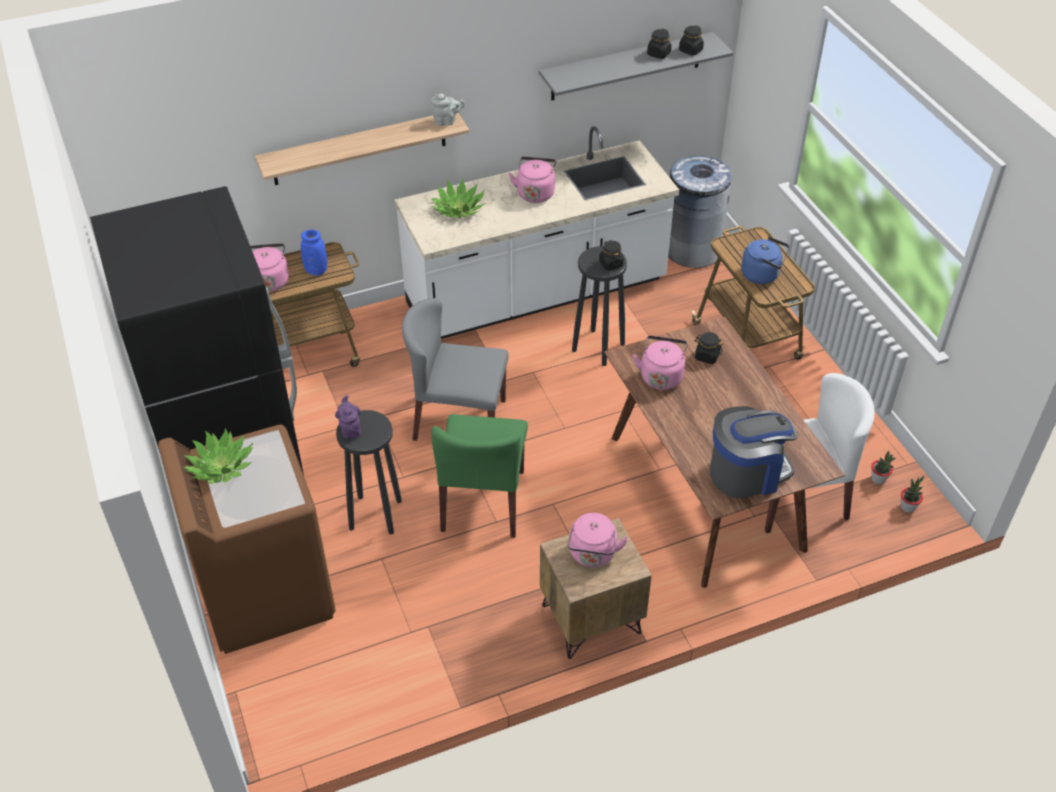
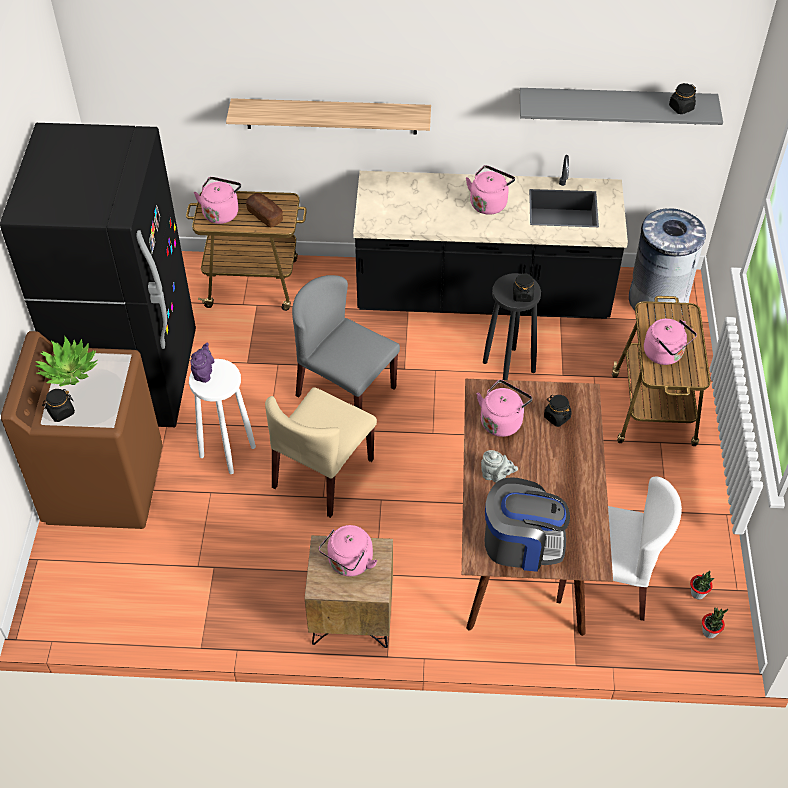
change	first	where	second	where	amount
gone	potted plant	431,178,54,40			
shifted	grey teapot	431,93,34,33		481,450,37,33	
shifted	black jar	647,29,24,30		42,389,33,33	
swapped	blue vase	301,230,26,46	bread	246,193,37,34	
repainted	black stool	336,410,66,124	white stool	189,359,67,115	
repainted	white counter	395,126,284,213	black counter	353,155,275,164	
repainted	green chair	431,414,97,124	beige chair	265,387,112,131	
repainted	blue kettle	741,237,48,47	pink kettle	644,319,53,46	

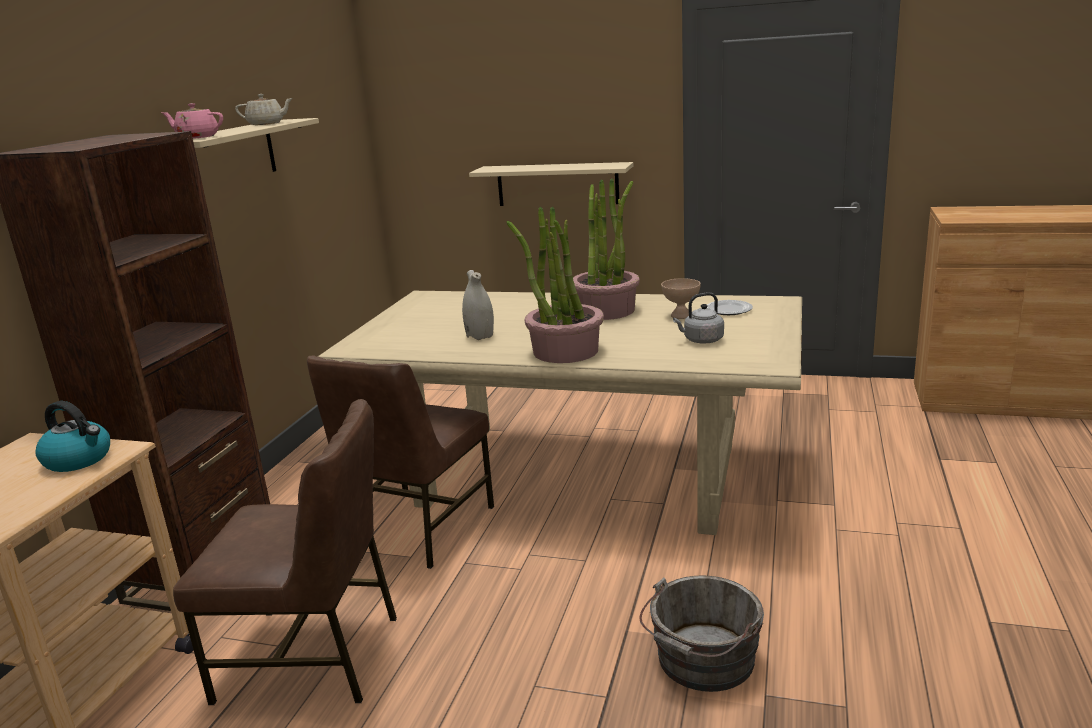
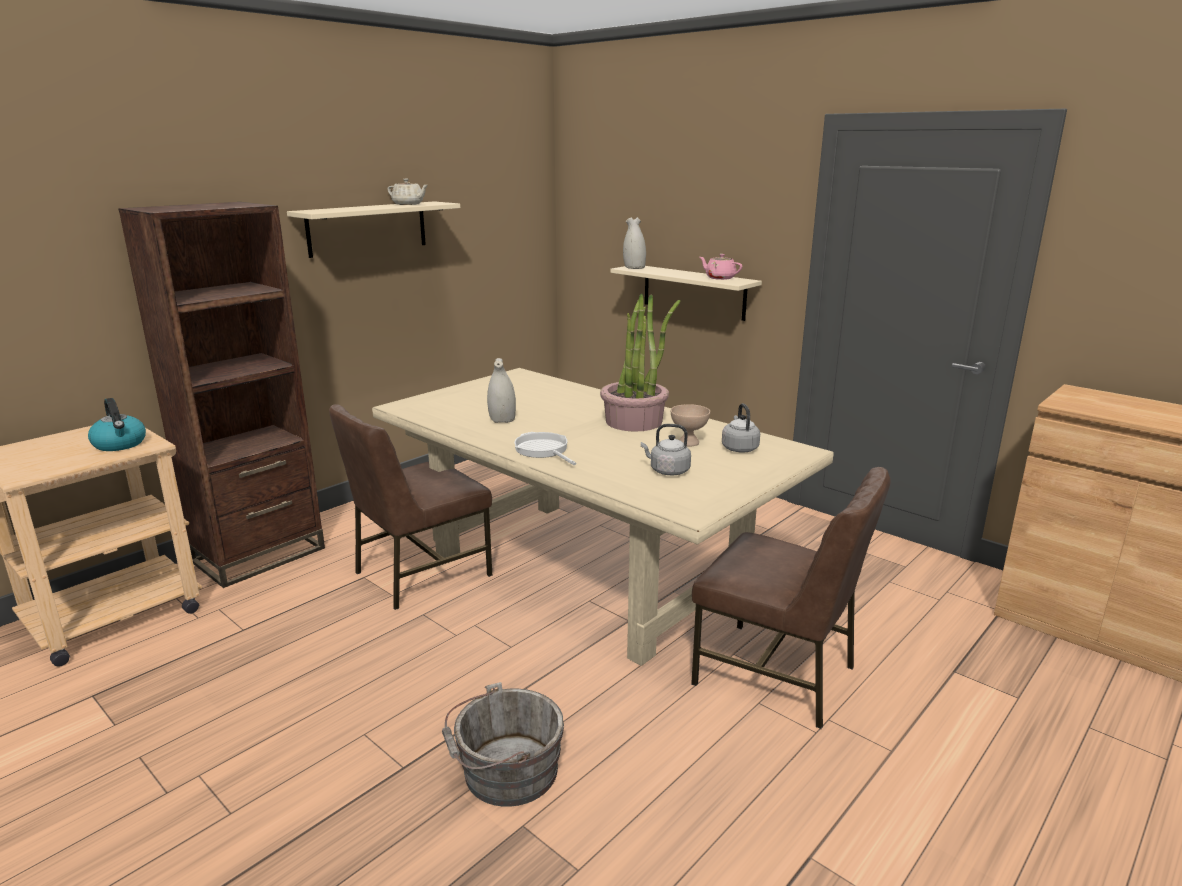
change	first	where	second	where	amount
new			white vase	623,217,23,52	
shifted	pink teapot	162,103,61,36		700,254,42,26	
shifted	brown chair	173,399,224,306		691,467,200,262	
swapped	potted plant	506,207,98,156	frying pan	514,432,63,33	
swapped	plate	707,300,46,15	grey kettle	722,403,38,49	

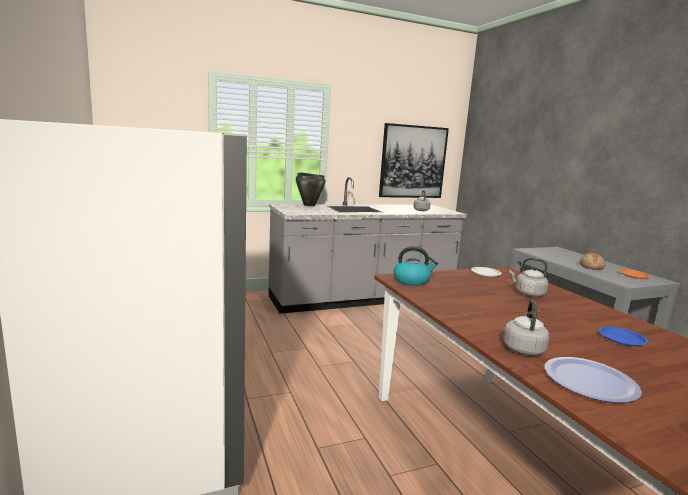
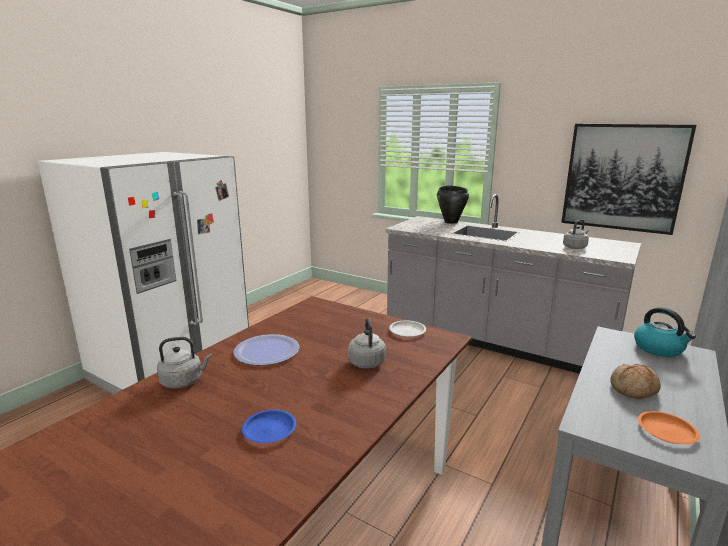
change	first	where	second	where	amount
shifted	kettle	394,246,44,40		634,307,62,50	
shifted	plate	545,357,97,46		233,334,66,32	

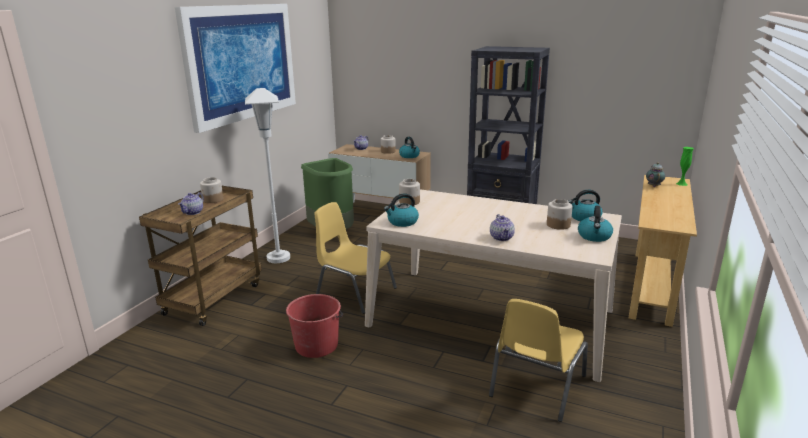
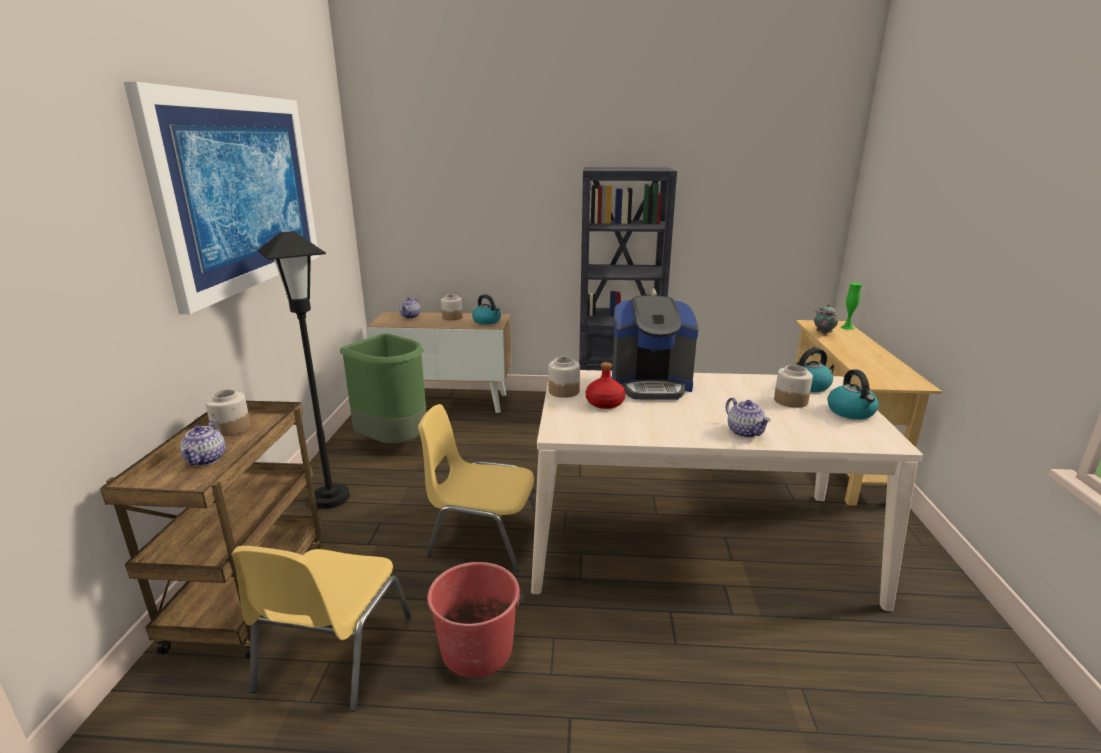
change	first	where	second	where	amount
gone	kettle	384,193,35,34			
new			red bottle	586,362,39,47	
new			coffee machine	612,295,86,105	
shifted	yellow chair	489,299,99,123		232,546,179,165	
repainted	white floor lamp	245,88,45,175	black floor lamp	258,231,92,278	

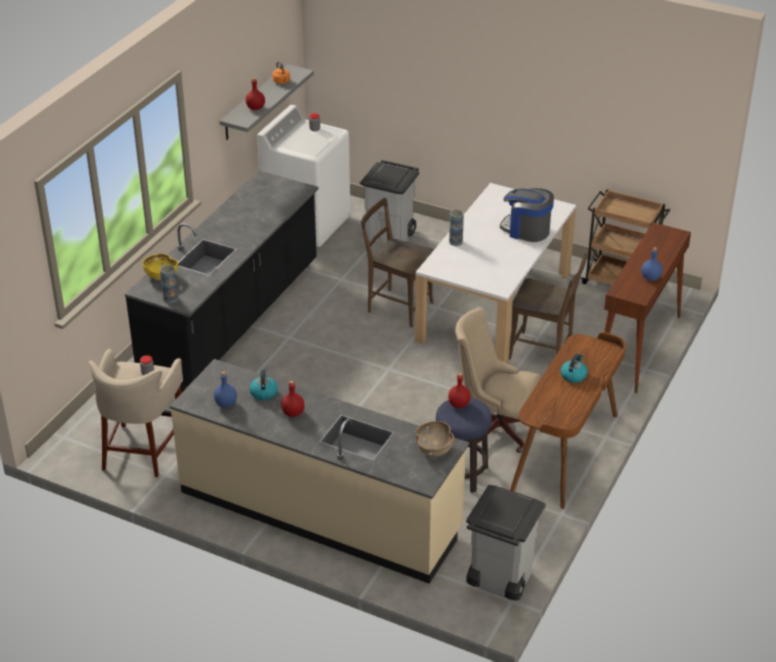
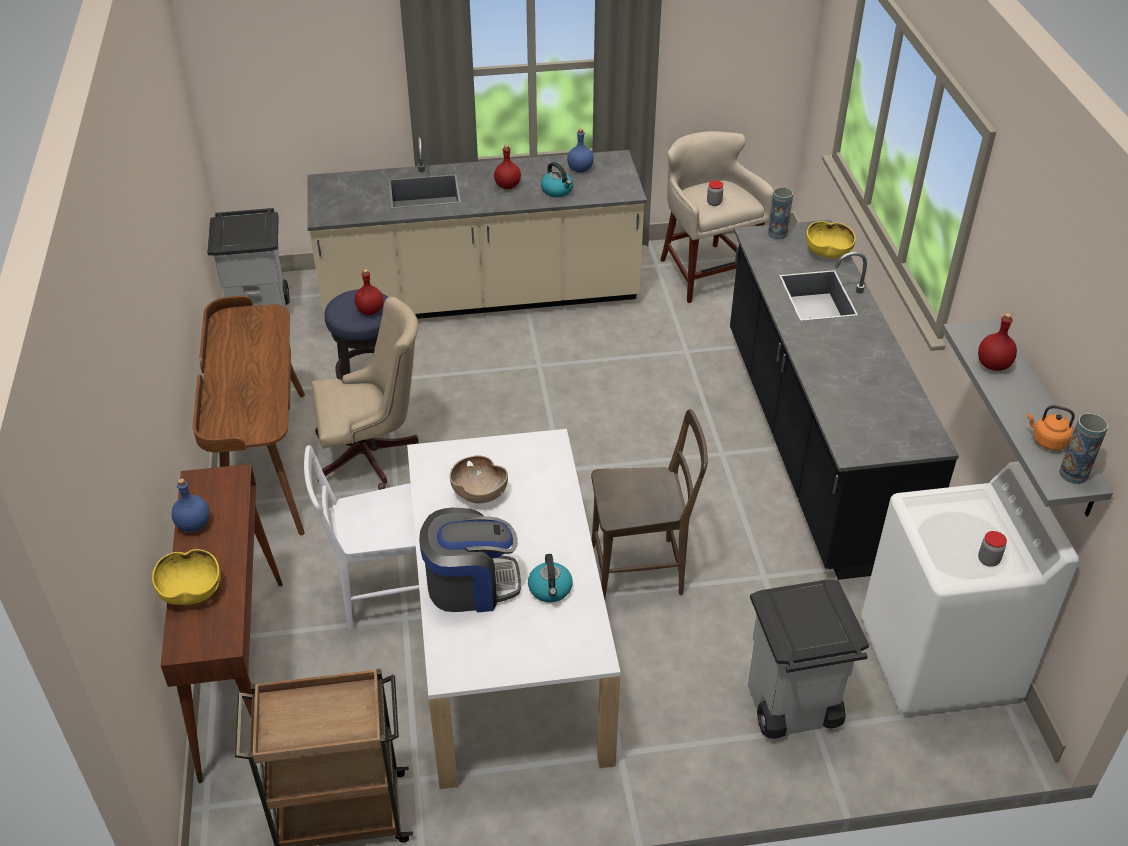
change	first	where	second	where	amount
new			yellow bowl	152,549,69,56	
shifted	brown bowl	415,421,39,35		450,455,58,48	
shifted	vase	449,210,15,36		1059,413,49,71	
shifted	kettle	561,354,27,29		528,554,45,48	
repainted	brown chair	509,253,78,107	white chair	304,445,115,186	

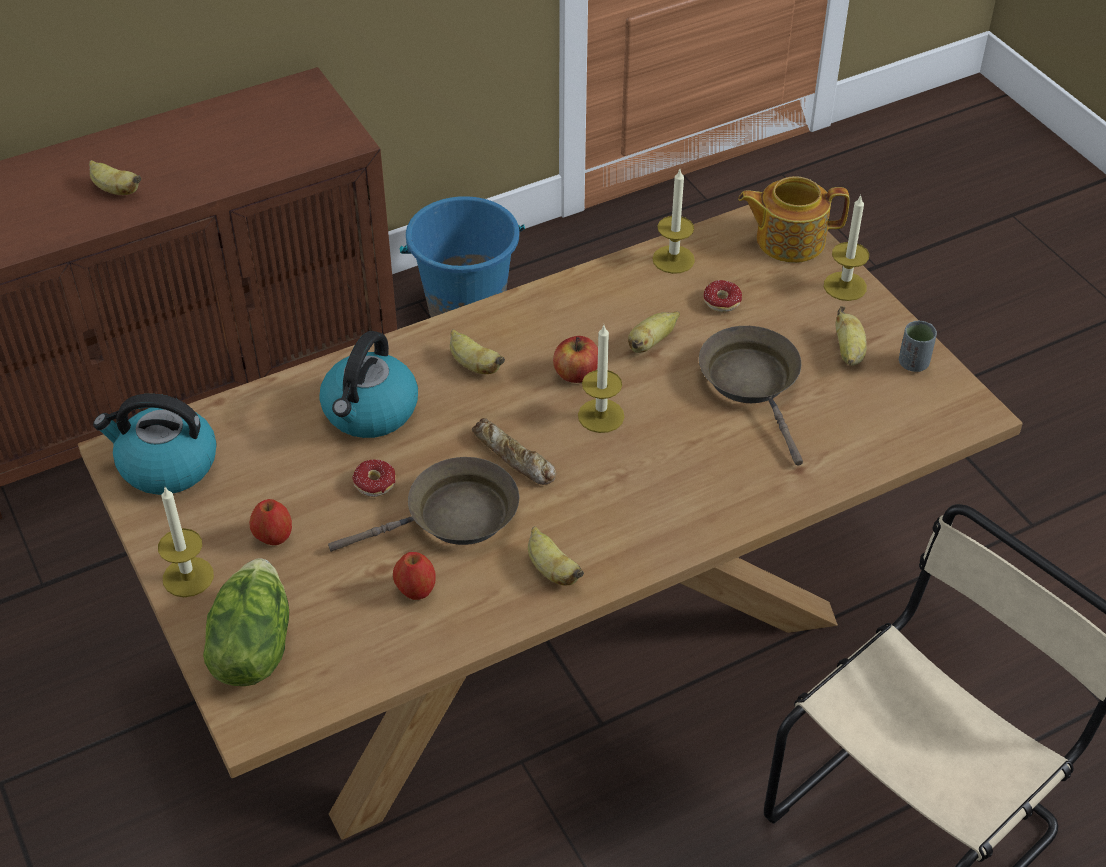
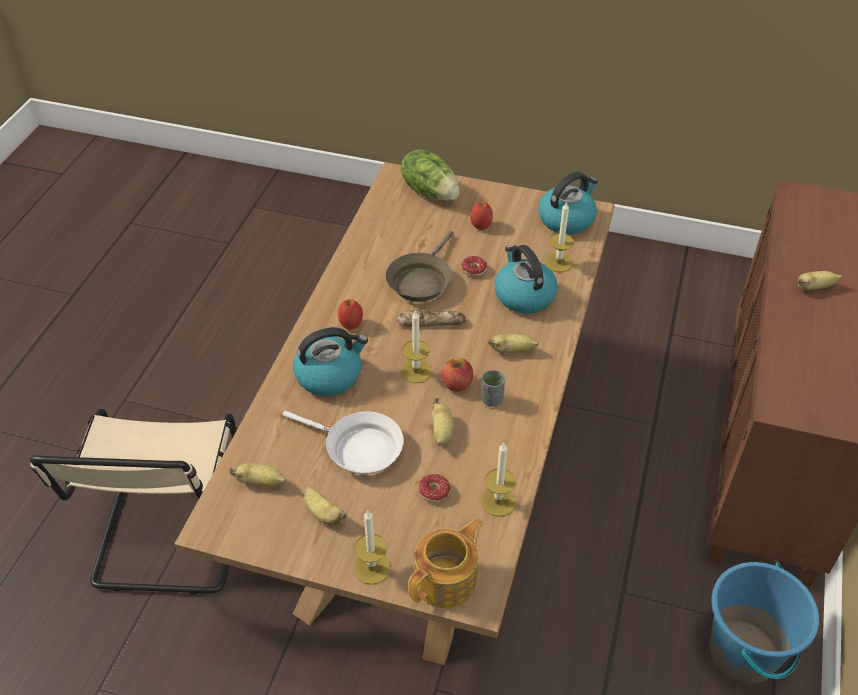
change	first	where	second	where	amount
new			kettle	293,327,75,69	
shifted	candle	158,487,56,110		544,201,30,71	
shifted	apple	393,552,43,48		338,299,25,30	
shifted	banana	528,526,56,60		230,463,56,24	
shifted	grey cup	899,321,38,51		481,370,24,37	
repainted	brown frying pan	699,326,104,140	white frying pan	283,411,121,64	

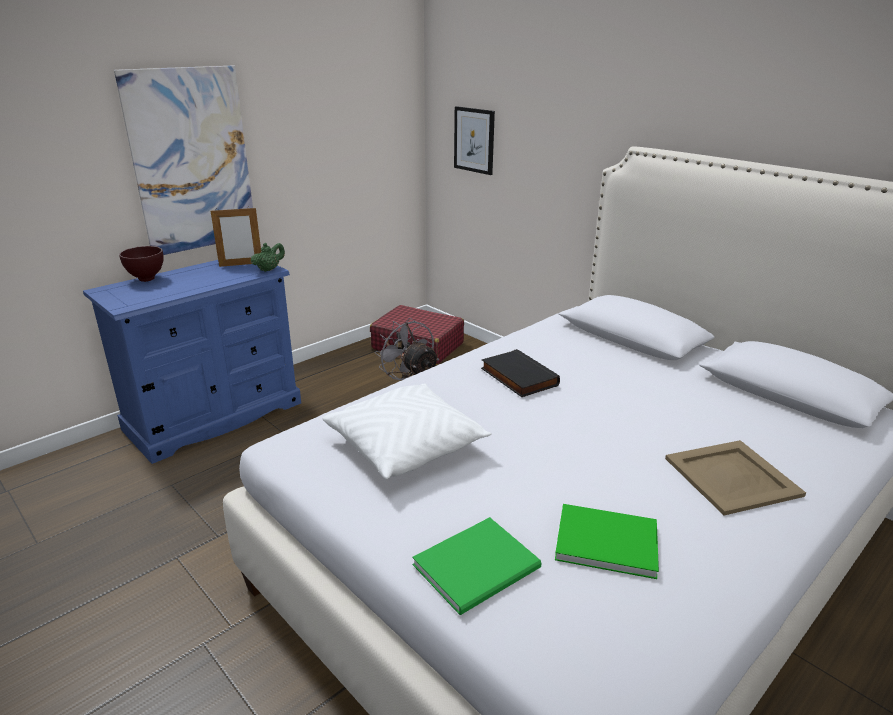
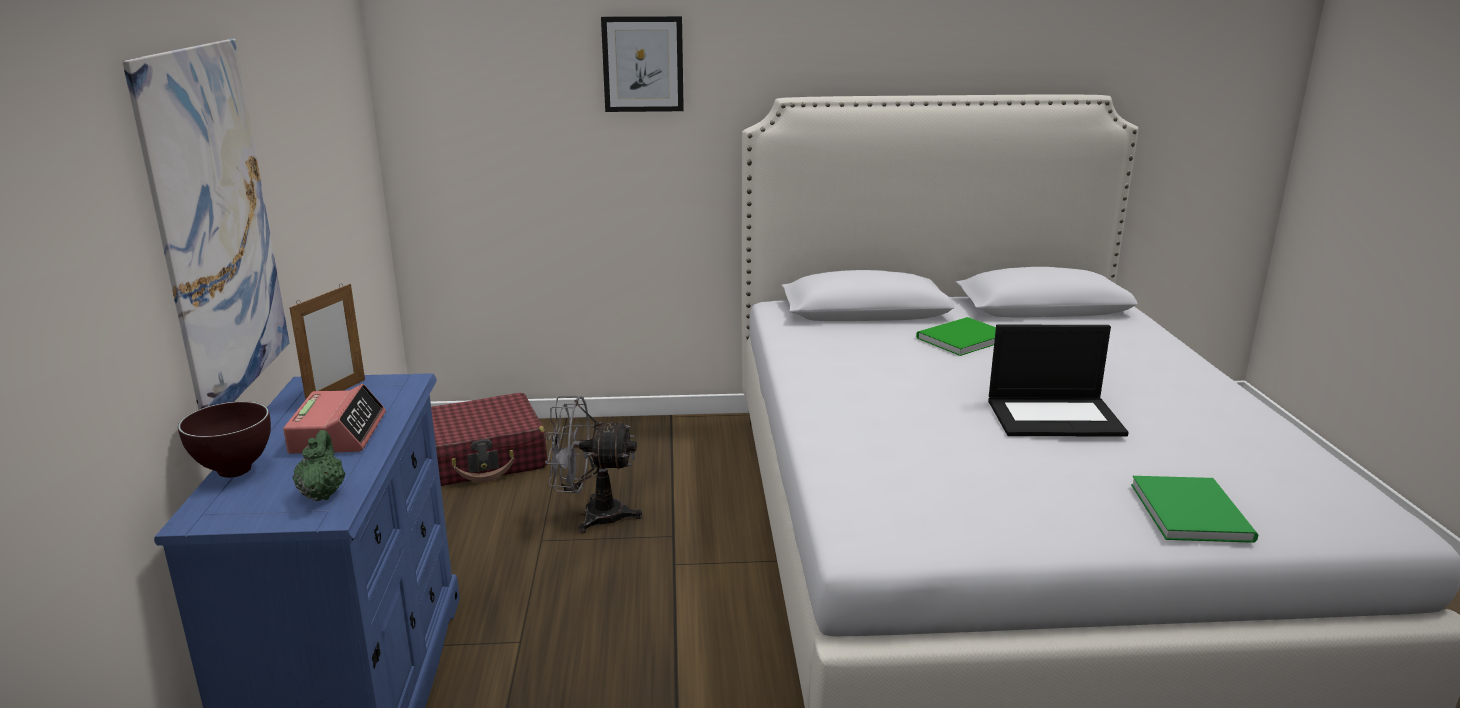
change	first	where	second	where	amount
gone	white pillow	323,384,169,95			
gone	black book	481,349,79,48			
gone	beige tray	665,440,141,75			
new			alarm clock	283,384,103,70	
new			laptop	988,325,141,112	
shifted	green teapot	251,243,34,29		293,430,52,71	
shifted	picture	454,106,41,69		601,16,83,96	
shifted	green book	555,504,104,75		916,317,80,39	

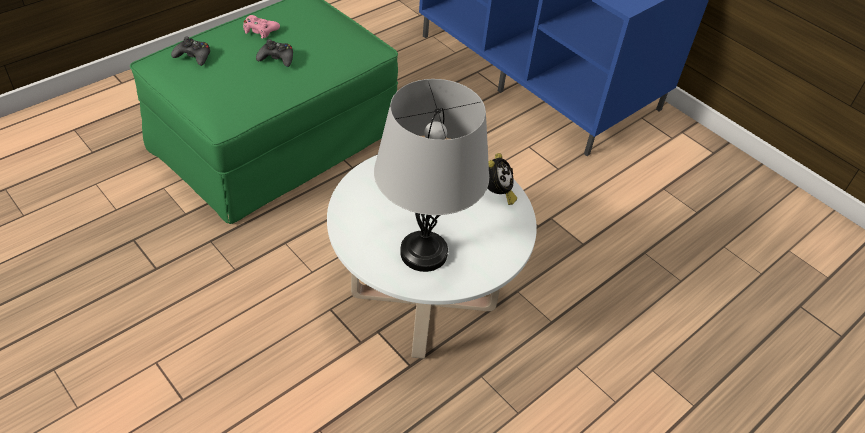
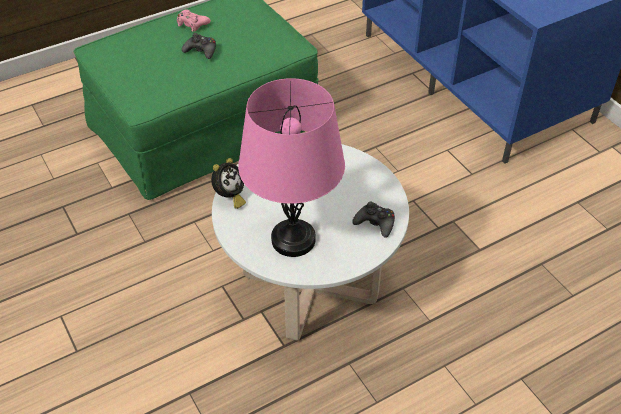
change	first	where	second	where	amount
shifted	black game controller	171,37,39,29		352,201,43,37	
shifted	alarm clock	487,153,30,52		211,158,35,51	
repainted	grey table lamp	374,79,115,193	pink table lamp	238,78,107,179	

